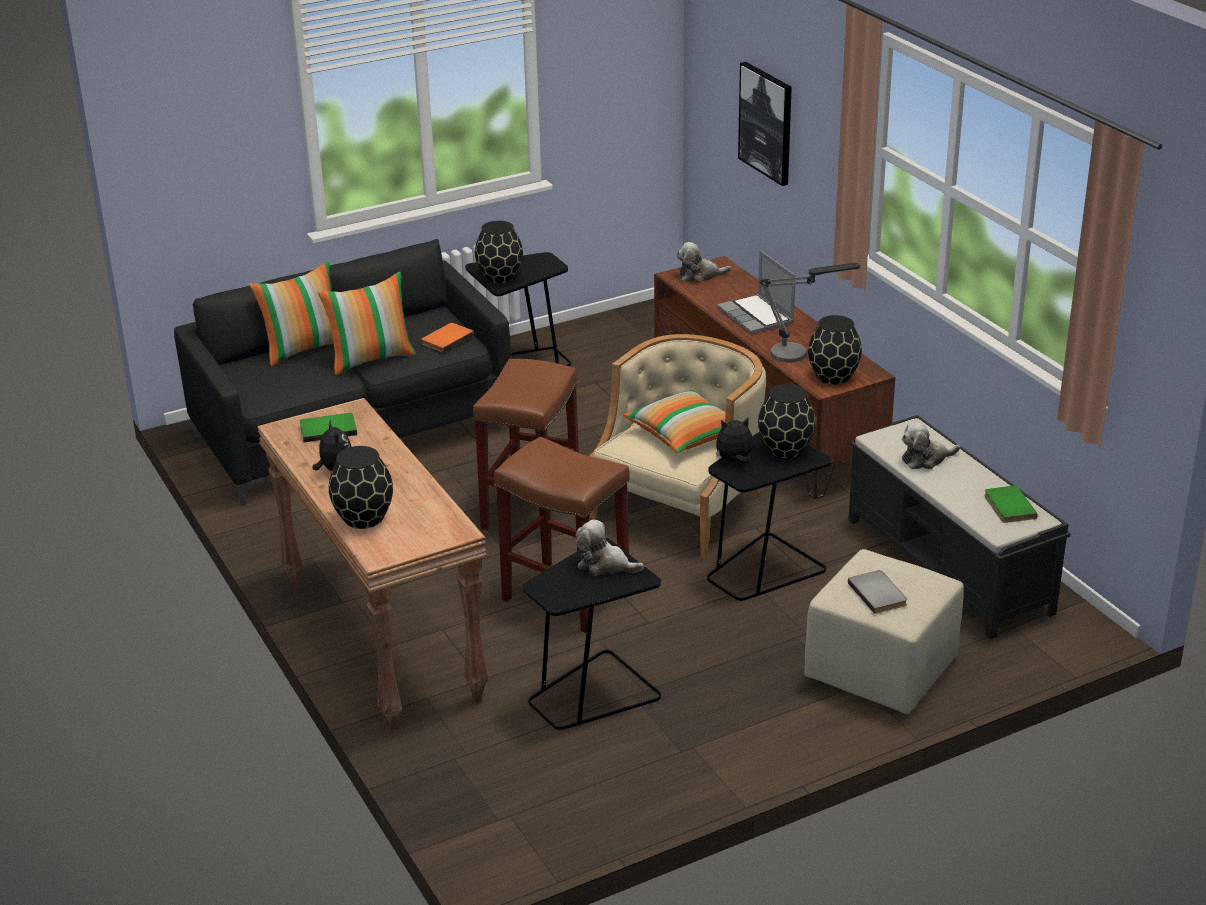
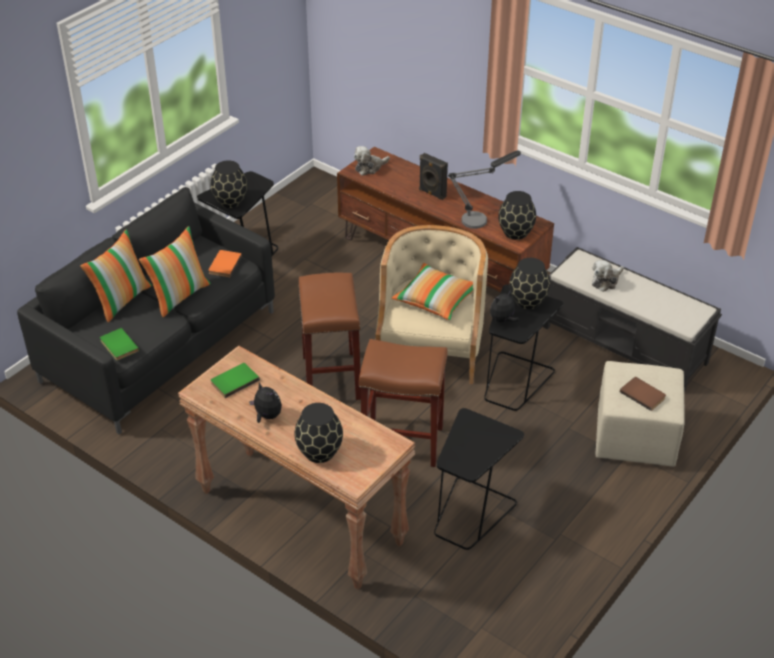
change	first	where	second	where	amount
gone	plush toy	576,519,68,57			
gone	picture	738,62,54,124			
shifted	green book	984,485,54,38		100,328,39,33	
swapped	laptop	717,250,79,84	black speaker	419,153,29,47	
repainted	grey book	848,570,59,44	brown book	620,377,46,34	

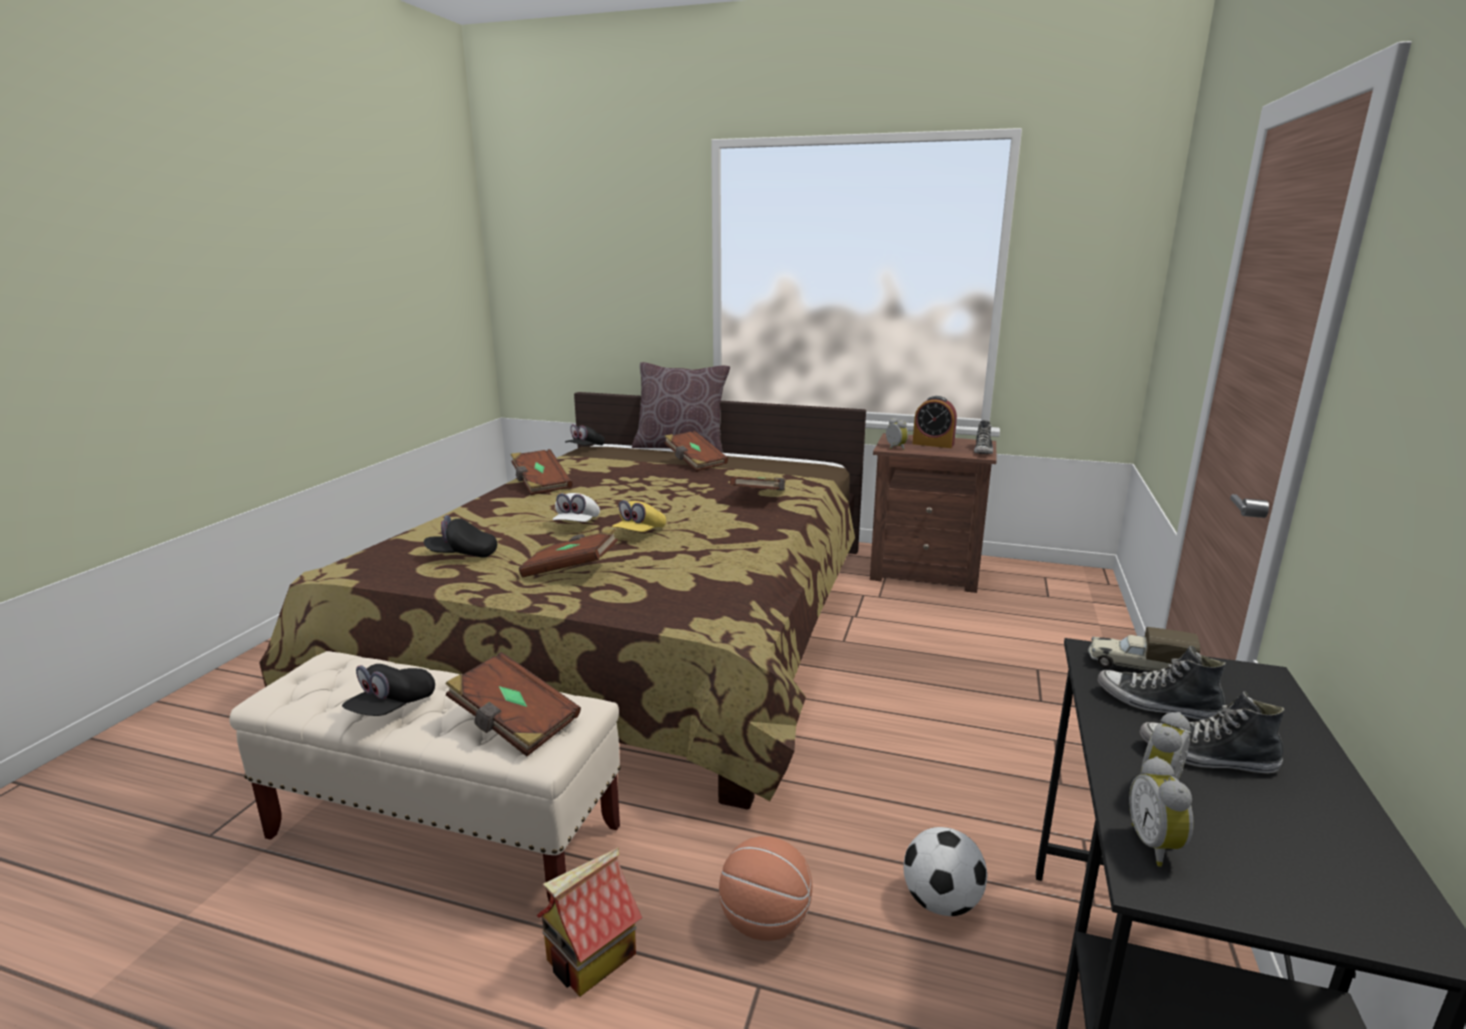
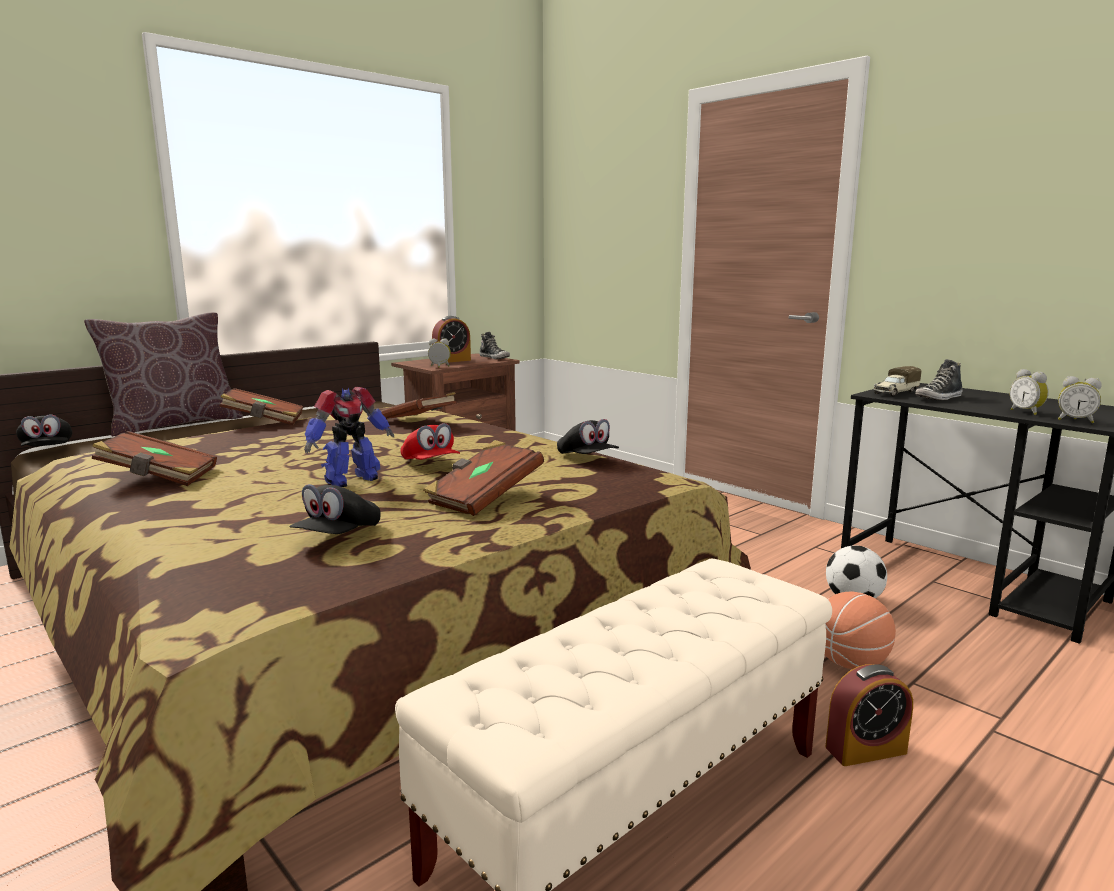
change	first	where	second	where	amount
gone	brown book	446,652,135,104			
gone	shoe	1139,691,146,83			
shifted	black cap	342,664,93,52		557,419,62,35	
swapped	toy house	537,847,105,150	alarm clock	825,664,88,102	
swapped	white cap	552,493,48,29	toy robot	304,387,90,100	
repainted	yellow cap	612,500,54,32	red cap	401,423,59,37	

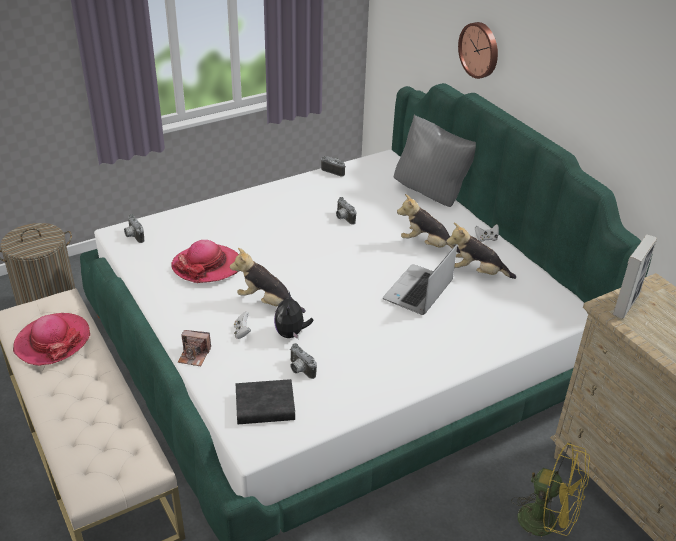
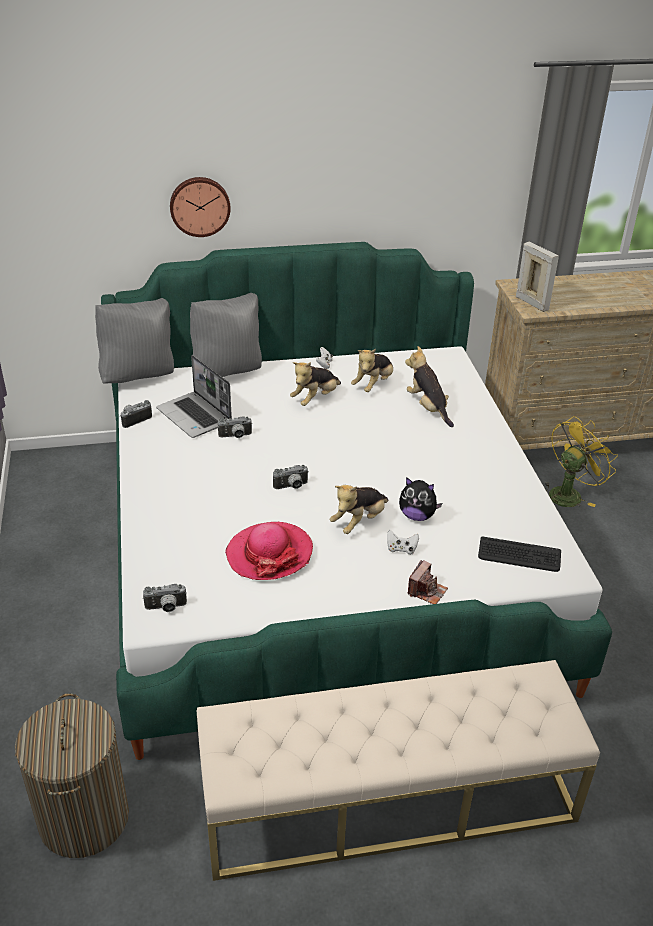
change	first	where	second	where	amount
gone	hat	13,313,77,53			
new			grey pillow	95,298,79,86	
new			plush toy	405,346,49,81	
shifted	photo camera	290,343,27,36		273,465,36,24	
shifted	laptop	383,244,74,71		156,355,76,83	
swapped	black book	236,379,59,45	keyboard	478,537,83,35	

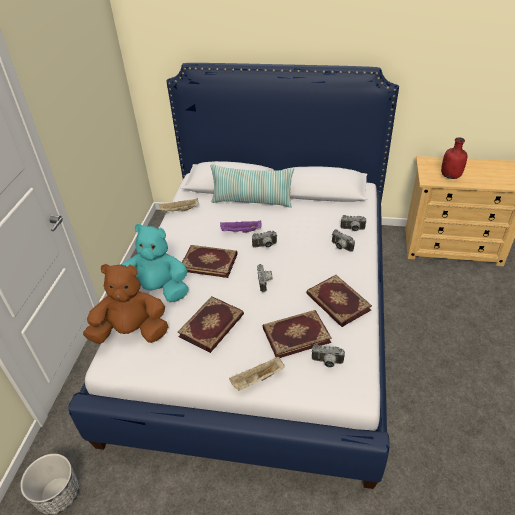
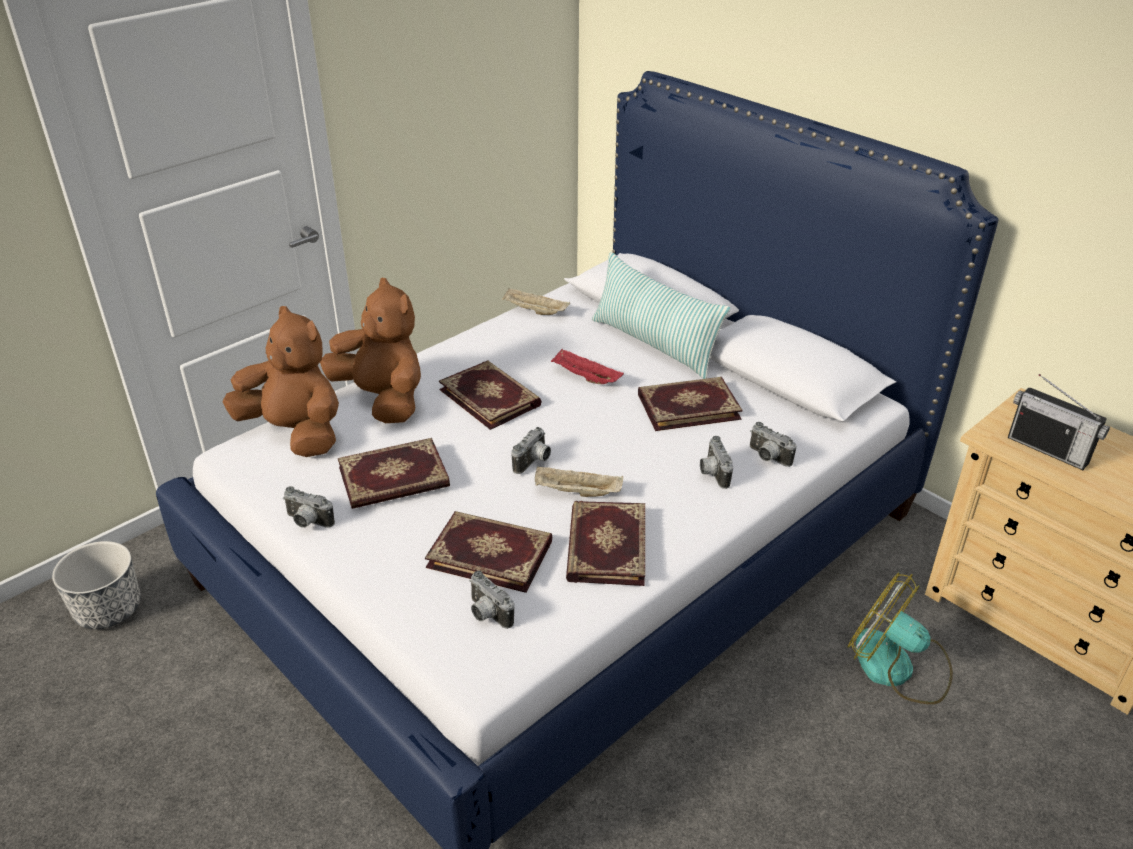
change	first	where	second	where	amount
new			book	638,377,105,54	
new			fan	847,572,106,132	
shifted	beige tray	229,357,56,34		535,466,88,31	
shifted	photo camera	252,231,25,17		283,486,52,42	
swapped	red bottle	441,137,26,42	radio	1008,374,102,96	
repainted	turquoise plush toy	121,224,68,78	brown plush toy	320,278,101,145	
repainted	purple tray	220,220,42,13	red tray	551,349,73,35	

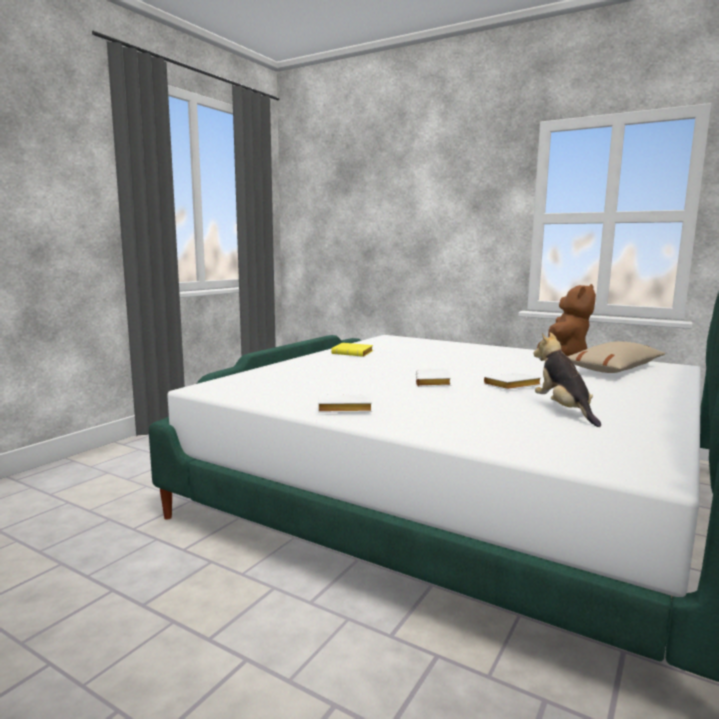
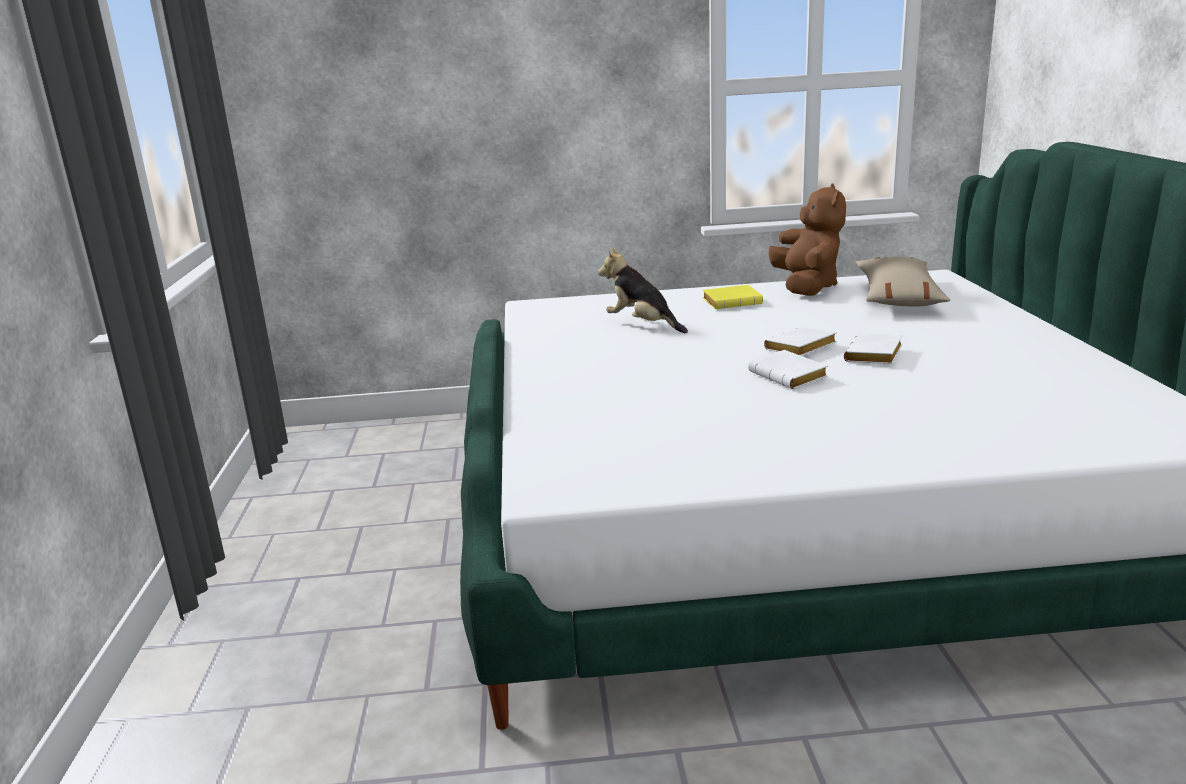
change	first	where	second	where	amount
shifted	white book	318,394,54,19		764,326,73,30	
shifted	yellow book	331,343,42,14		703,285,60,24	
shifted	plush toy	533,332,68,95		598,248,90,85	

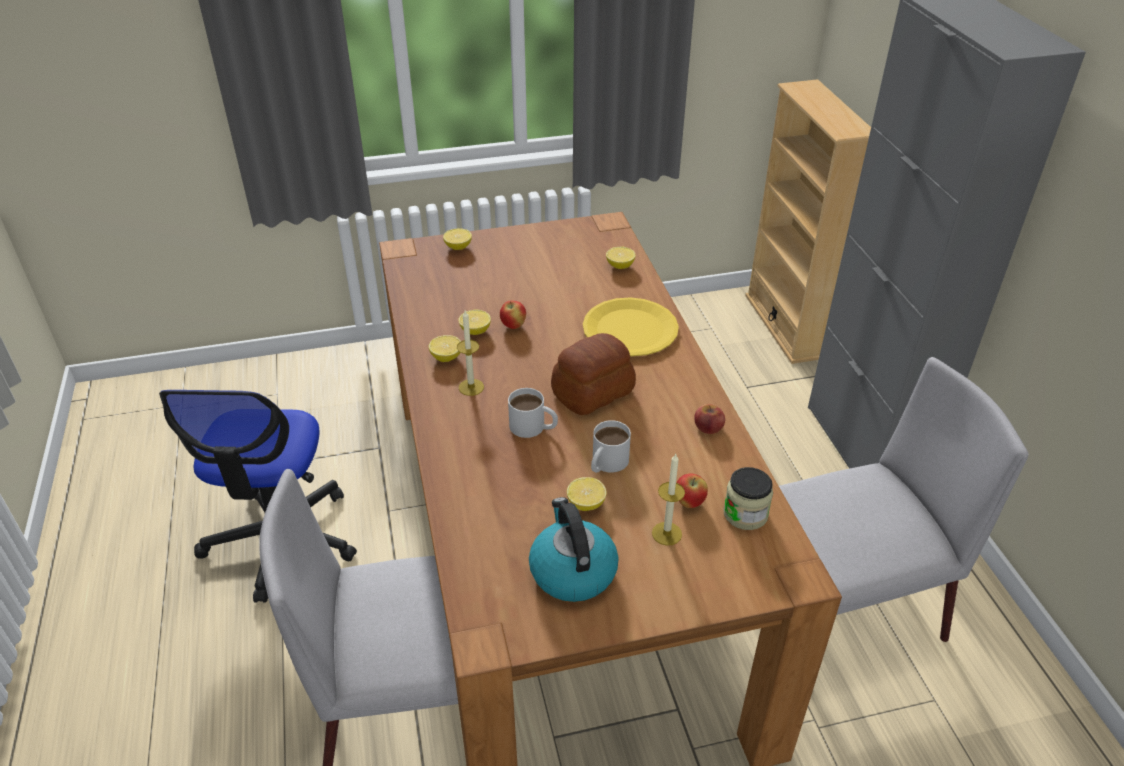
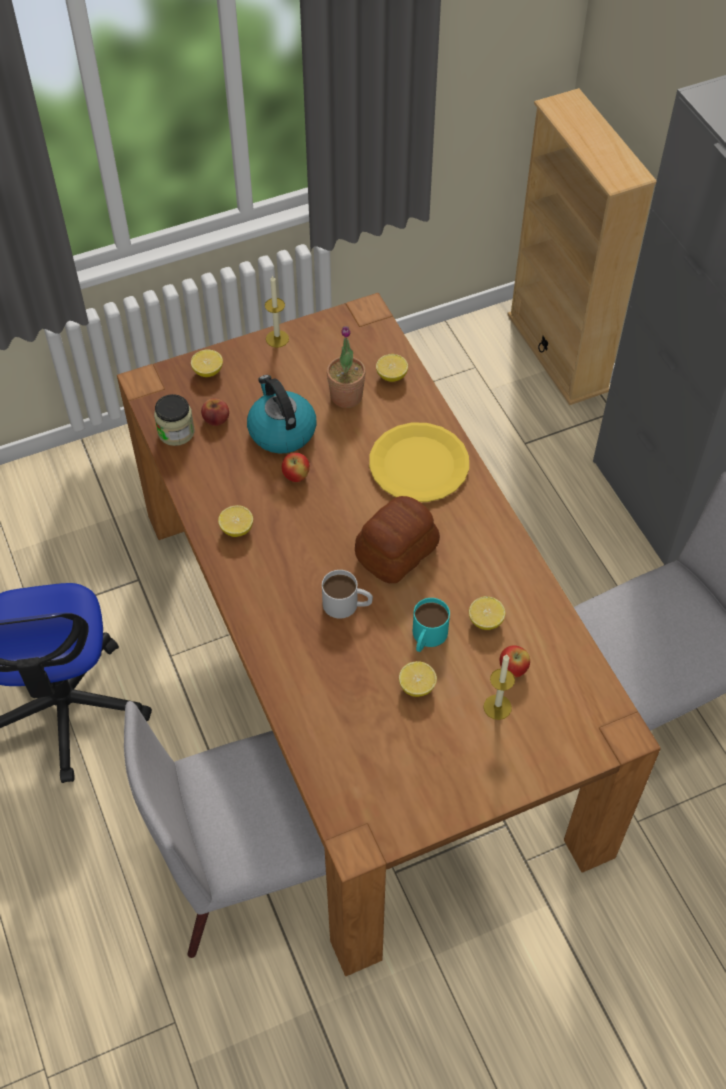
change	first	where	second	where	amount
new			potted plant	326,326,40,82	
shifted	candle	457,311,27,85		265,275,24,73	
shifted	lemon	458,309,33,26		469,596,36,34	
shifted	kettle	529,497,90,105		247,375,70,79	
shifted	apple	694,404,31,30		201,398,28,28	
shifted	jar	723,467,50,63		154,394,41,52	
repainted	white mug	591,420,40,53	turquoise mug	413,598,37,54	

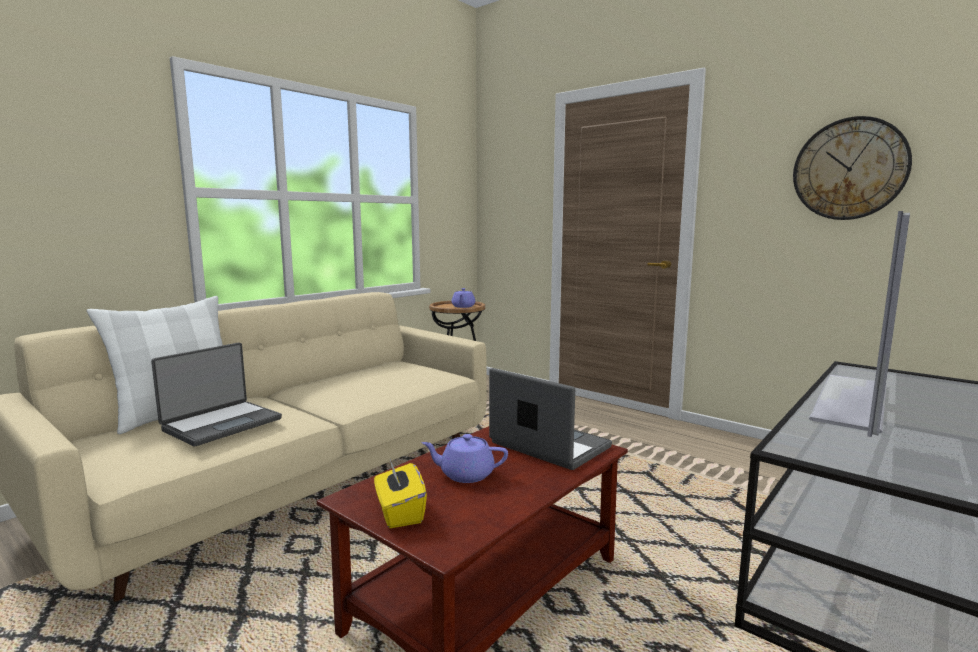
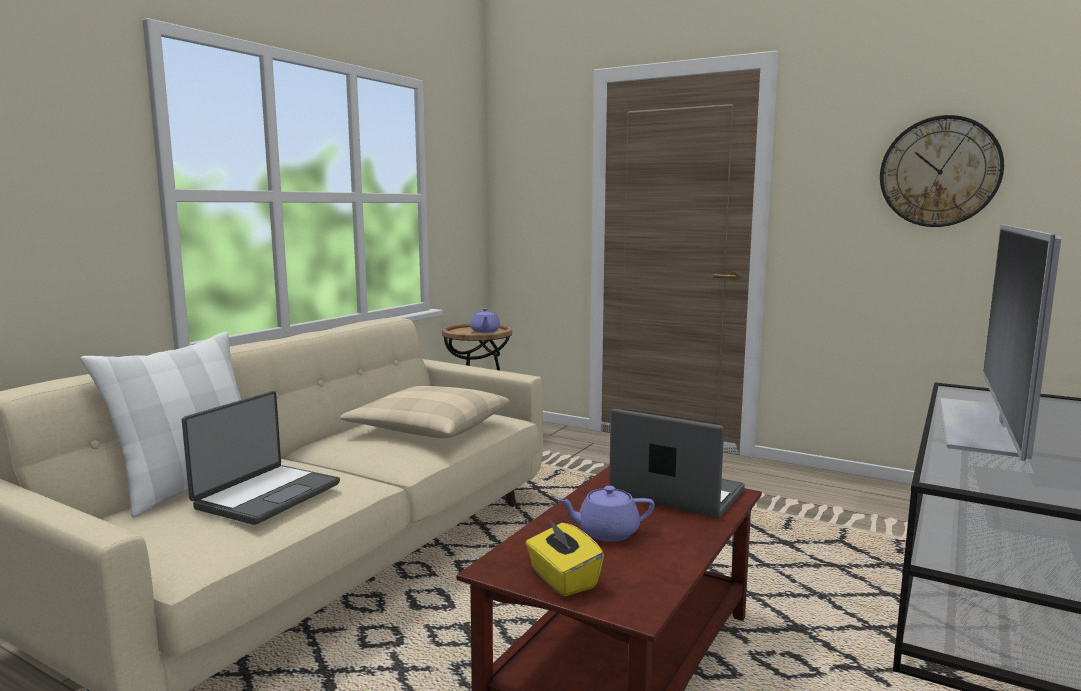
change	first	where	second	where	amount
new			beige pillow	340,386,170,52	

